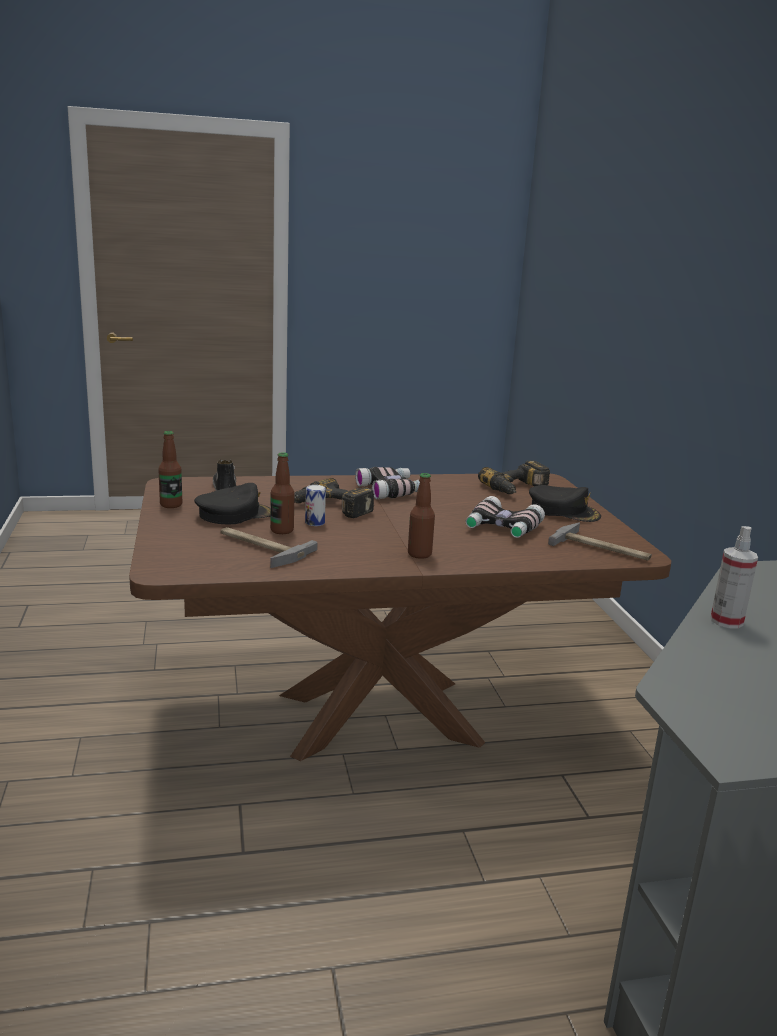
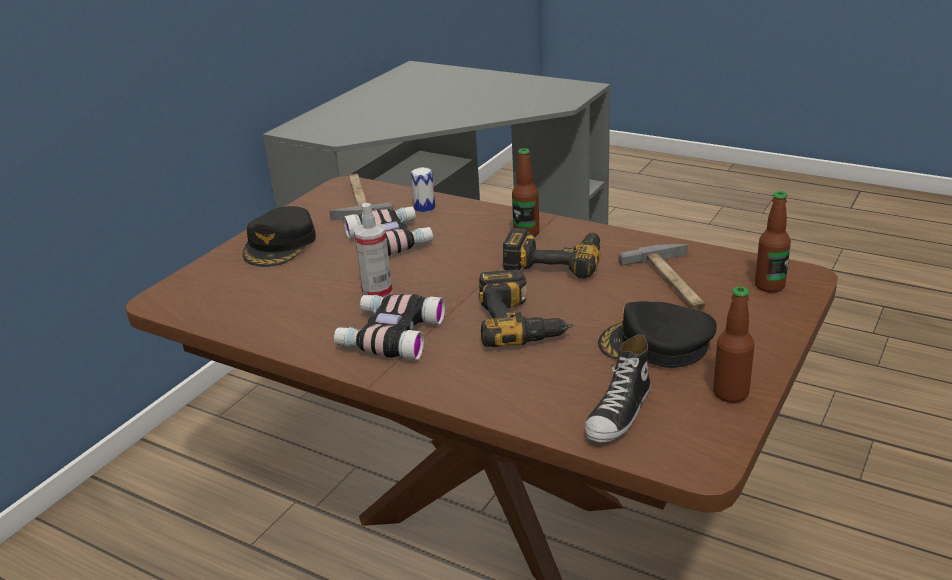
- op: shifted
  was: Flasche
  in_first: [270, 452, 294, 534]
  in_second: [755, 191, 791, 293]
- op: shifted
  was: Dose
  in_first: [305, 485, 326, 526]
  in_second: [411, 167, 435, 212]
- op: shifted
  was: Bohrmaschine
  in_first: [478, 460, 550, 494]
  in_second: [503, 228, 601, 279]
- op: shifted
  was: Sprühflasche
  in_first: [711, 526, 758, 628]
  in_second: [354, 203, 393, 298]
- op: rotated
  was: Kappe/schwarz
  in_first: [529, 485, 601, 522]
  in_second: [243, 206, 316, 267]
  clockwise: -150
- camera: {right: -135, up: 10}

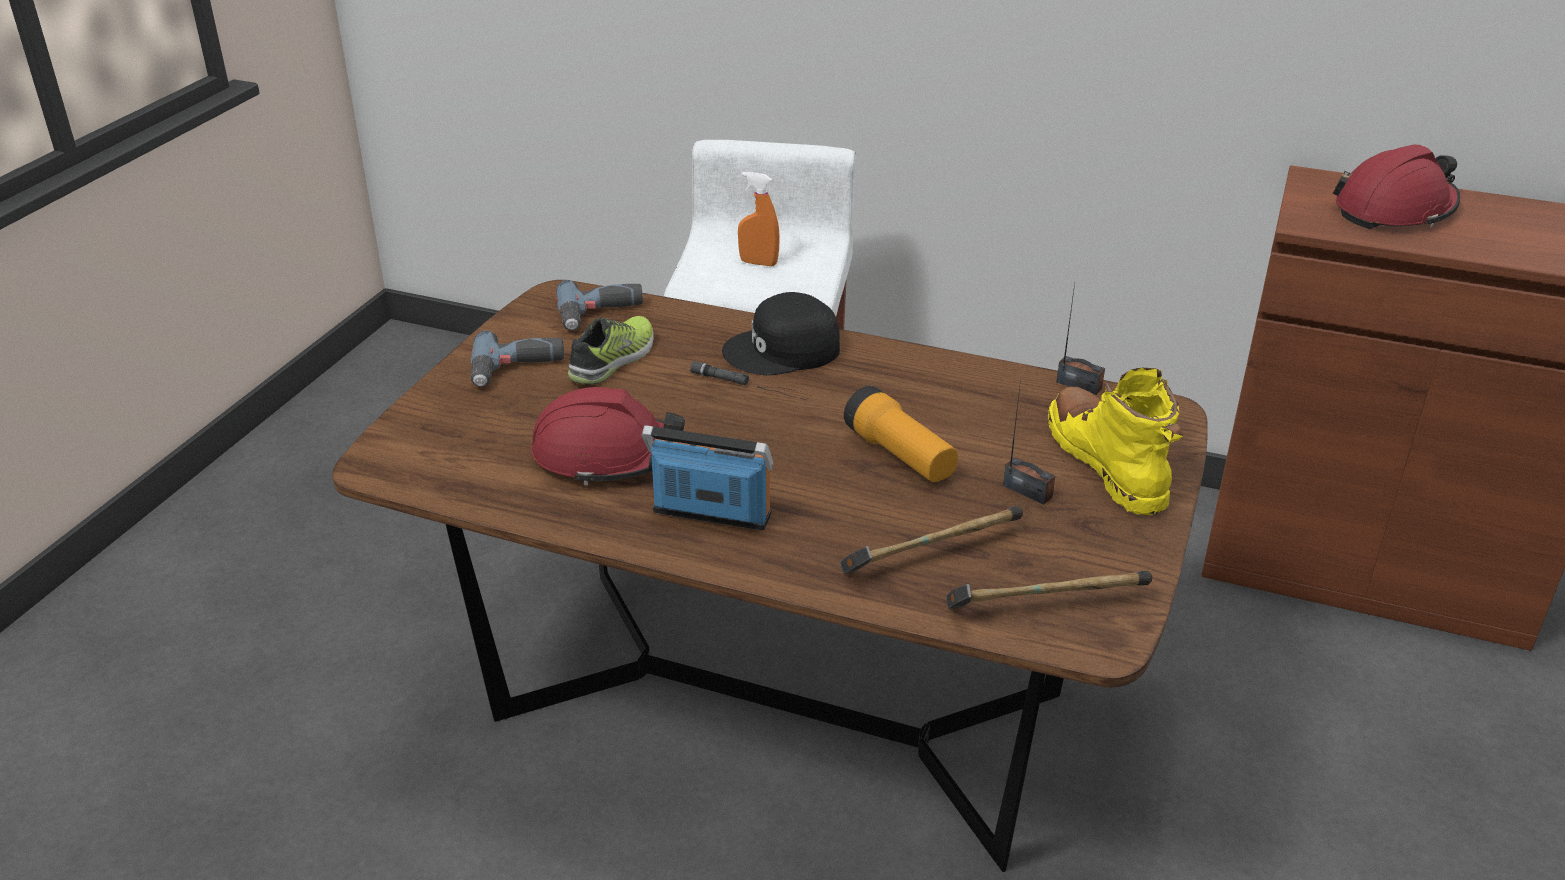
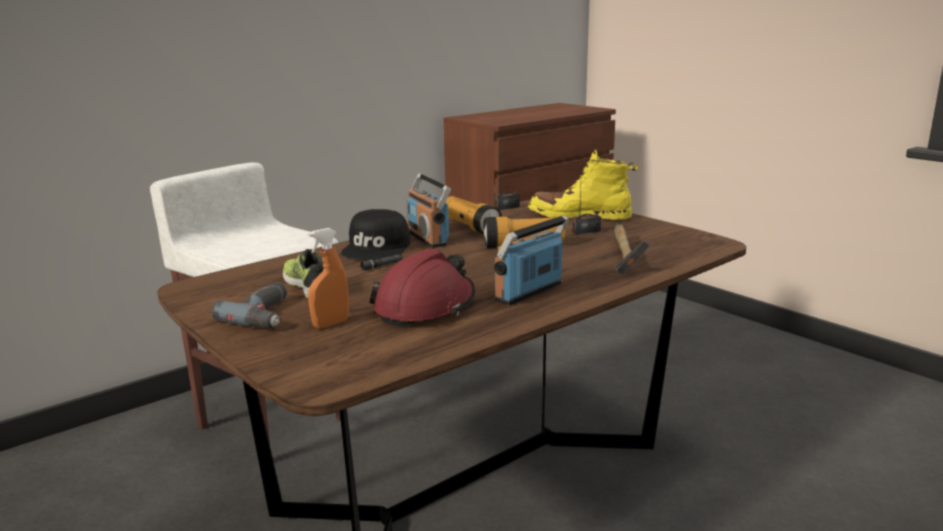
- op: gone
  was: Bohrmaschine
  in_first: [556, 280, 643, 331]
- op: gone
  was: Hammer
  in_first: [946, 570, 1152, 609]
- op: gone
  was: Schutzhelm/rot
  in_first: [1333, 145, 1460, 229]
- op: new
  now: Radio
  in_second: [406, 173, 451, 248]
- op: new
  now: Taschenlampe
  in_second: [445, 196, 502, 234]
- op: shifted
  was: Sprühflasche/orange
  in_first: [738, 172, 780, 266]
  in_second: [307, 228, 349, 329]
- camera: {right: -60, up: -15}

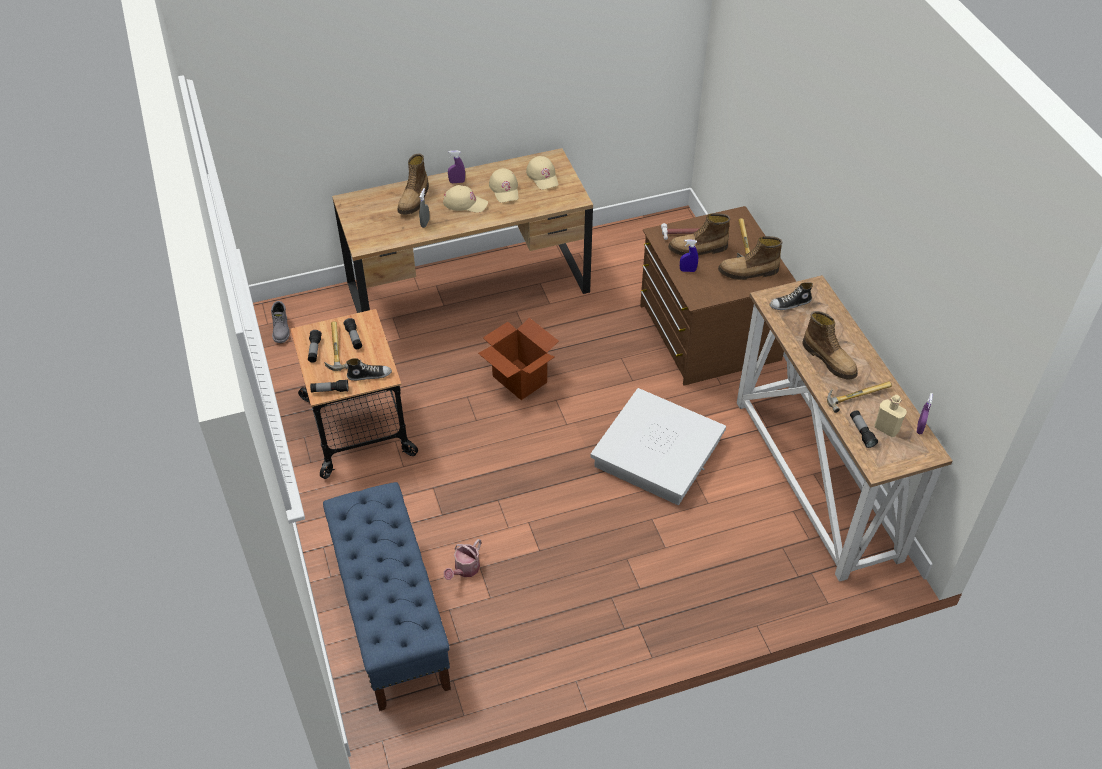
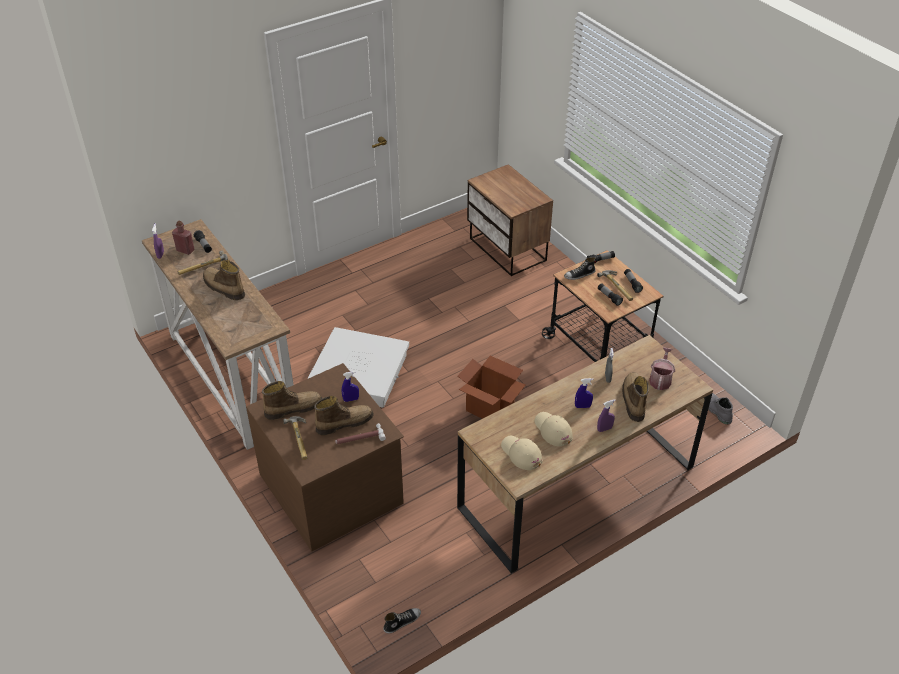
- op: shifted
  was: Gießkanne
  in_first: [444, 539, 481, 580]
  in_second: [649, 347, 675, 390]
- op: shifted
  was: Schuh
  in_first: [770, 282, 813, 310]
  in_second: [383, 608, 421, 633]
- op: swapped
  was: Bank/blau
  now: Nachttisch
  in_first: [323, 482, 451, 711]
  in_second: [467, 164, 553, 276]
- op: swapped
  was: Kappe/beige
  now: Sprühflasche/blau
  in_first: [443, 185, 488, 213]
  in_second: [575, 378, 593, 408]
- op: repainted
  was: Flasche/beige
  now: Flasche/rot
  in_first: [874, 395, 907, 437]
  in_second: [172, 221, 194, 255]
- camera: {right: 165, up: -5}

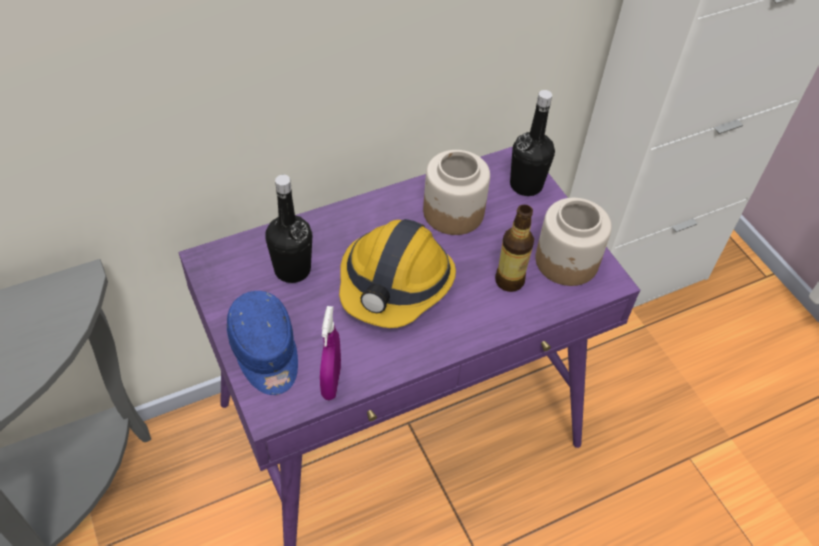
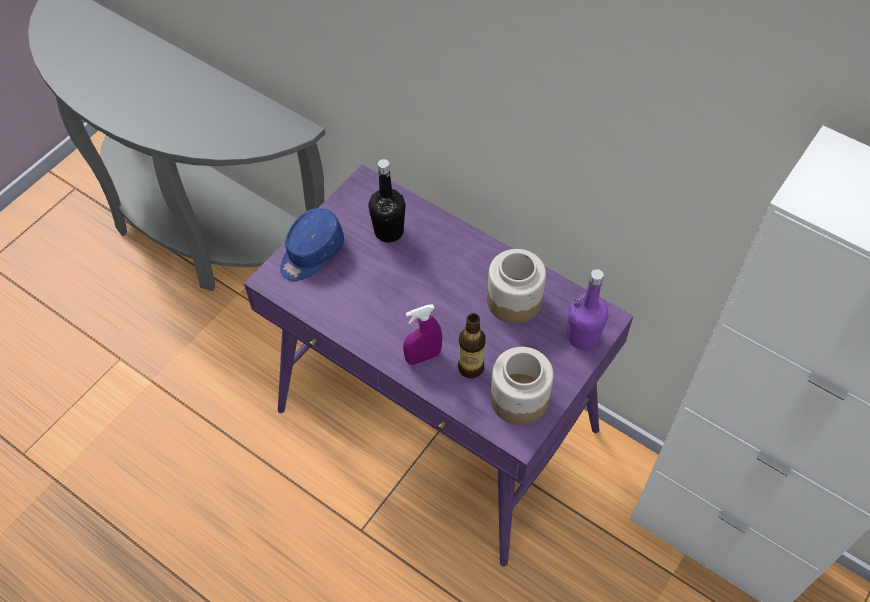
- op: gone
  was: Schutzhelm
  in_first: [339, 219, 456, 328]
- op: shifted
  was: Sprühflasche/lila
  in_first: [320, 306, 341, 400]
  in_second: [403, 304, 442, 365]
- op: repainted
  was: Flasche/schwarz
  now: Flasche/lila
  in_first: [510, 90, 555, 196]
  in_second: [567, 269, 608, 350]
- camera: {right: 65, up: 5}

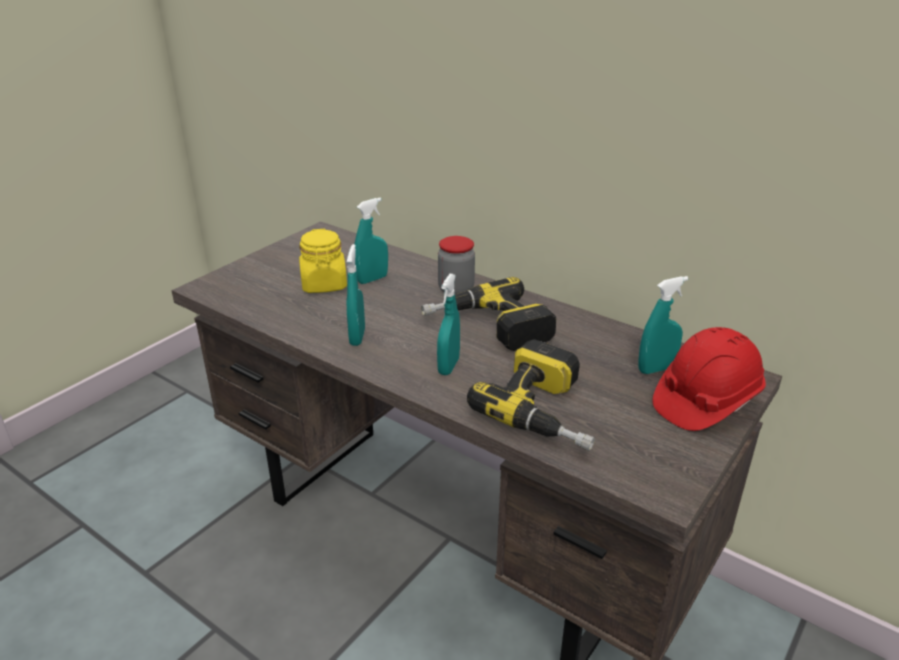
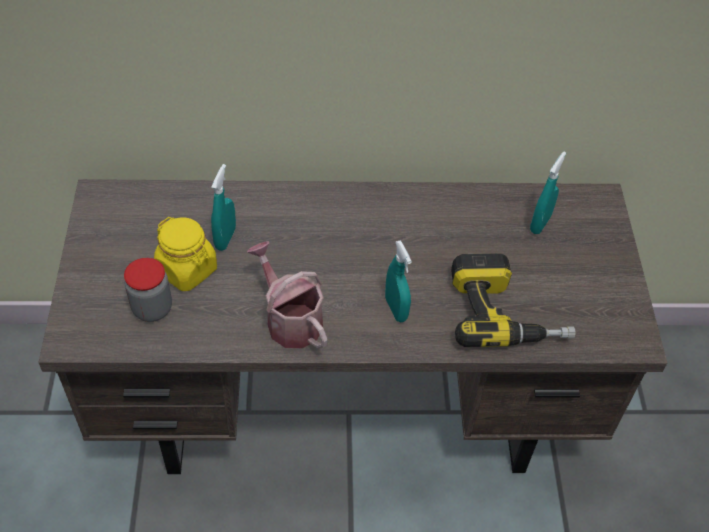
- op: gone
  was: Bohrmaschine
  in_first: [421, 277, 556, 351]
- op: gone
  was: Schutzhelm/rot
  in_first: [652, 327, 766, 431]
- op: shifted
  was: Vorratsglas
  in_first: [438, 236, 475, 294]
  in_second: [124, 258, 172, 322]
- op: swapped
  was: Sprühflasche/türkis
  now: Gießkanne
  in_first: [346, 244, 365, 346]
  in_second: [247, 241, 327, 349]
- camera: {right: -40, up: 20}

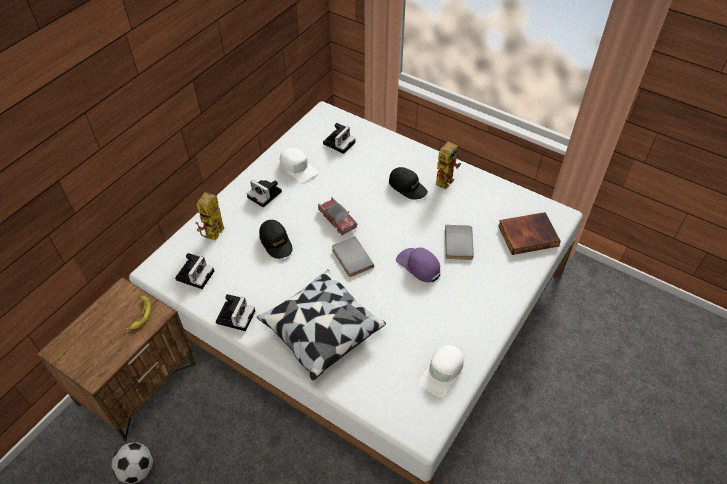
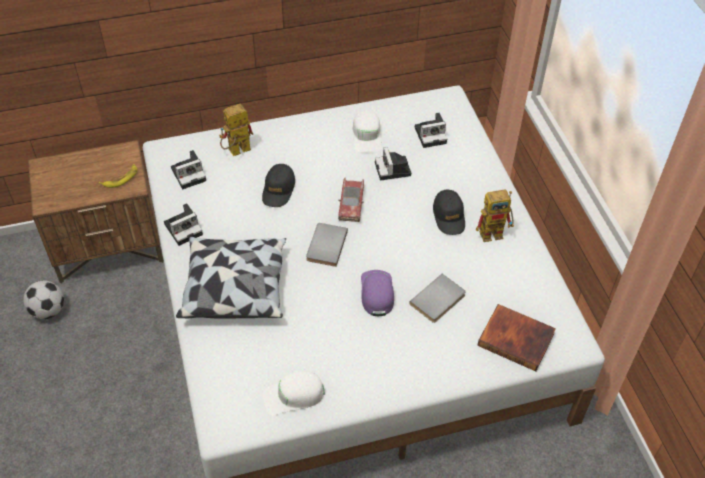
- op: shifted
  was: Kamera
  in_first: [247, 180, 282, 207]
  in_second: [375, 147, 411, 181]
- camera: {right: 40, up: 0}

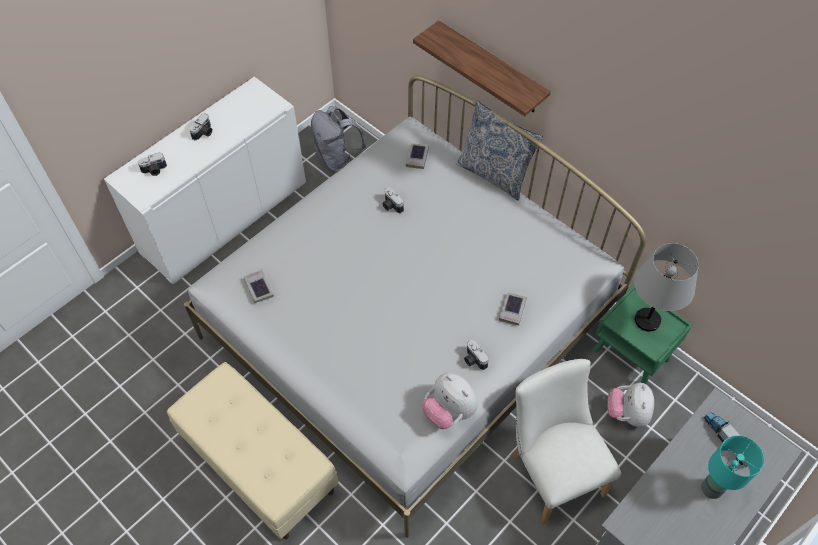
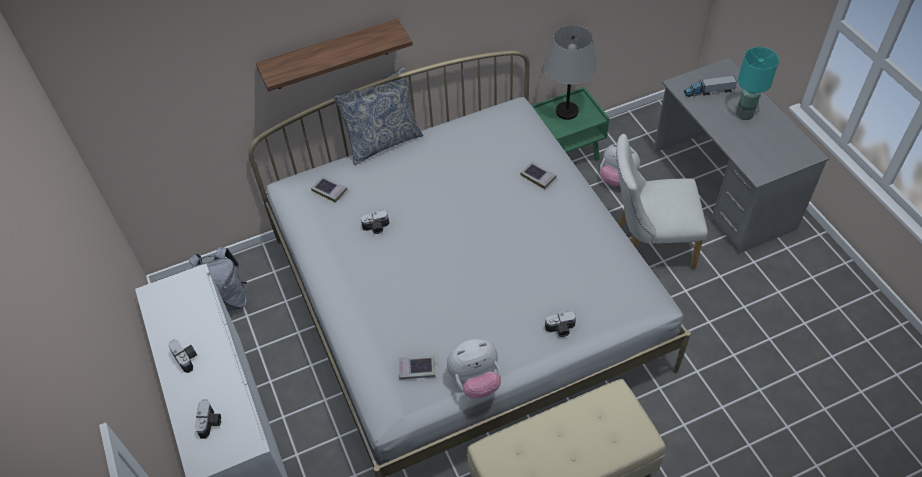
- op: shifted
  was: Plüschtier
  in_first: [422, 373, 478, 429]
  in_second: [447, 339, 501, 399]
- op: shifted
  was: Kamera
  in_first: [464, 340, 489, 370]
  in_second: [545, 311, 576, 337]
- camera: {right: -65, up: -5}

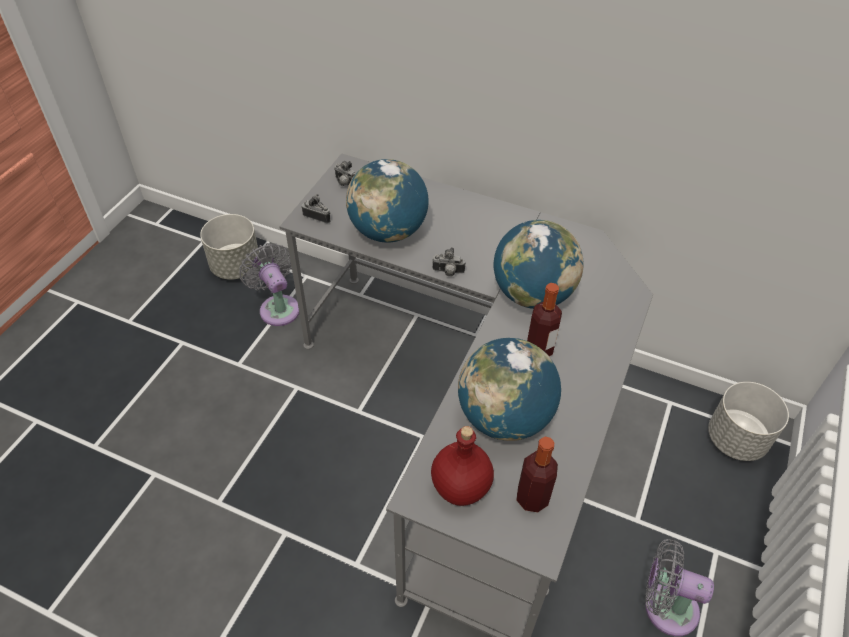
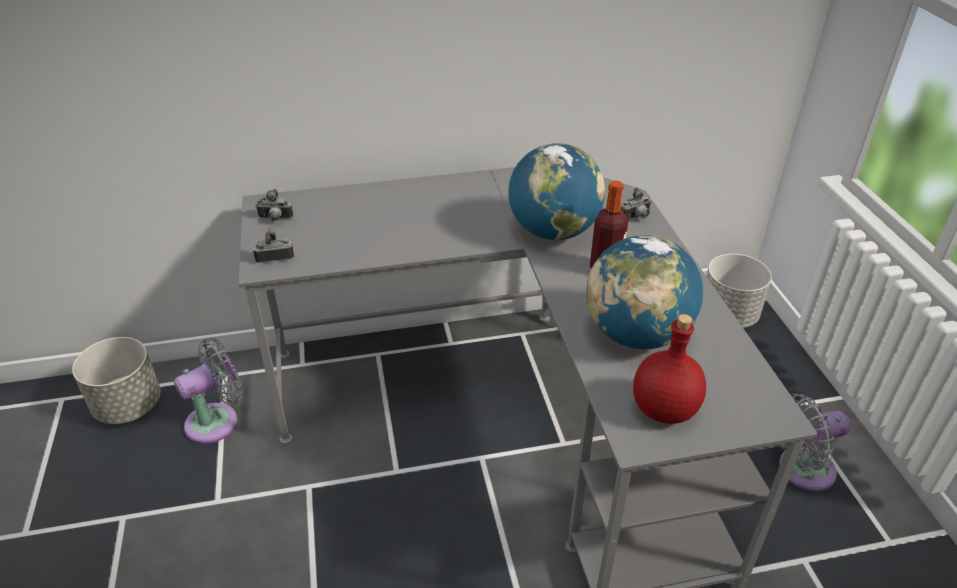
- op: gone
  was: Globus
  in_first: [346, 159, 429, 243]
- op: gone
  was: Flasche
  in_first: [516, 436, 558, 512]
- op: shifted
  was: Kamera
  in_first: [432, 247, 465, 277]
  in_second: [620, 187, 651, 220]
- op: rotated
  was: Ventilator/grau
  in_first: [239, 243, 299, 326]
  in_second: [174, 338, 243, 444]
  clockwise: 120
- camera: {right: -35, up: -10}

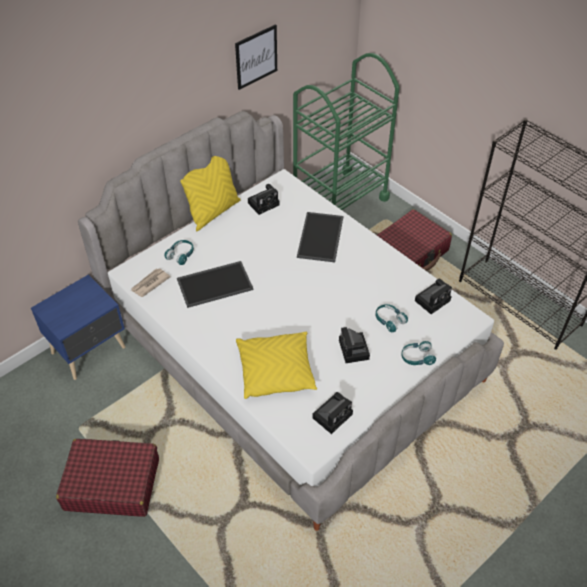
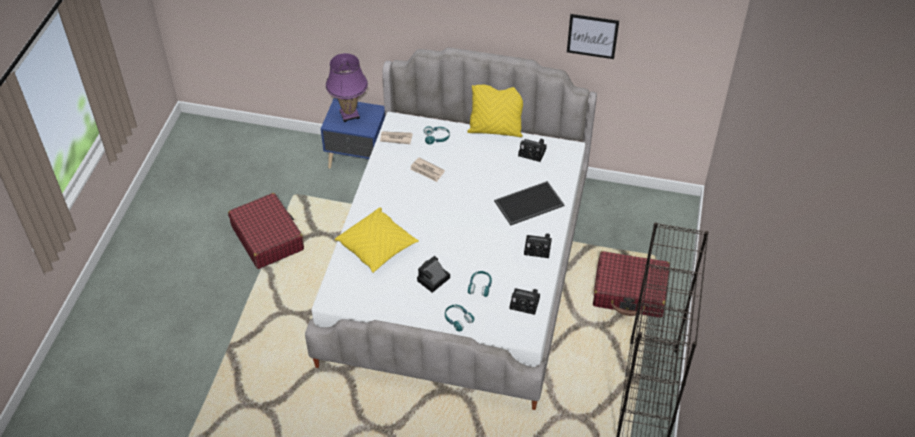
- op: gone
  was: Rollwagen/grün
  in_first: [293, 53, 400, 210]
- op: new
  now: Tischlampe/lila
  in_second: [326, 53, 368, 122]
- op: shifted
  was: Kamera
  in_first: [312, 392, 353, 434]
  in_second: [524, 233, 552, 258]
- op: swapped
  was: Tablett
  now: Zeitung
  in_first: [177, 261, 253, 308]
  in_second: [410, 157, 445, 182]
- camera: {right: 55, up: 0}

